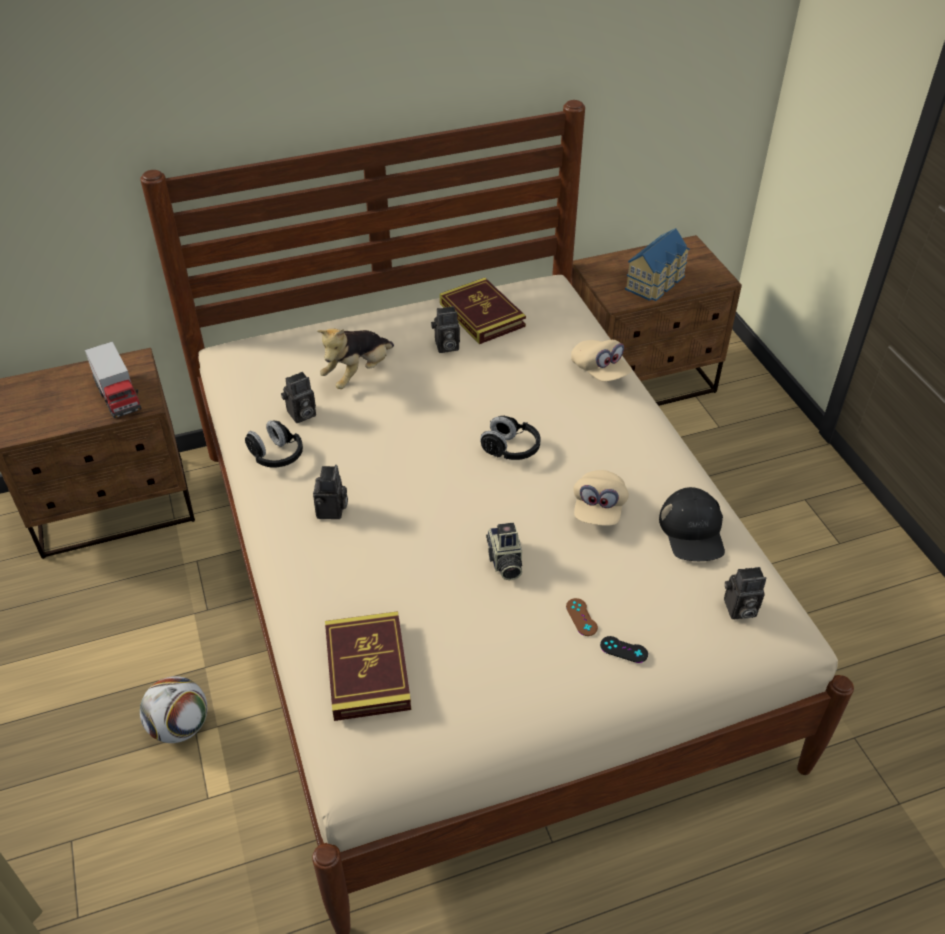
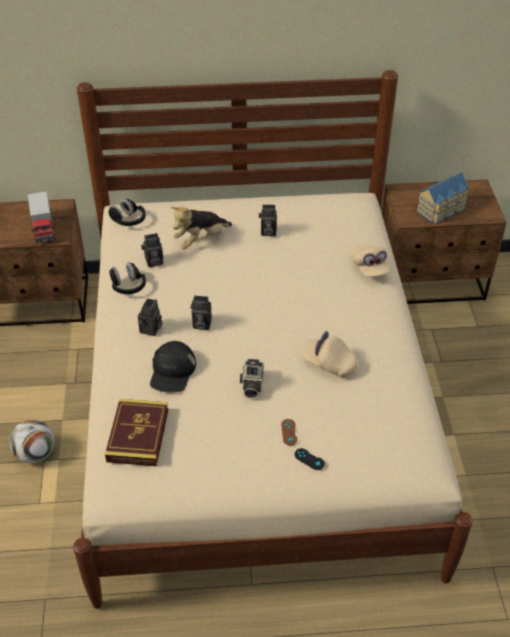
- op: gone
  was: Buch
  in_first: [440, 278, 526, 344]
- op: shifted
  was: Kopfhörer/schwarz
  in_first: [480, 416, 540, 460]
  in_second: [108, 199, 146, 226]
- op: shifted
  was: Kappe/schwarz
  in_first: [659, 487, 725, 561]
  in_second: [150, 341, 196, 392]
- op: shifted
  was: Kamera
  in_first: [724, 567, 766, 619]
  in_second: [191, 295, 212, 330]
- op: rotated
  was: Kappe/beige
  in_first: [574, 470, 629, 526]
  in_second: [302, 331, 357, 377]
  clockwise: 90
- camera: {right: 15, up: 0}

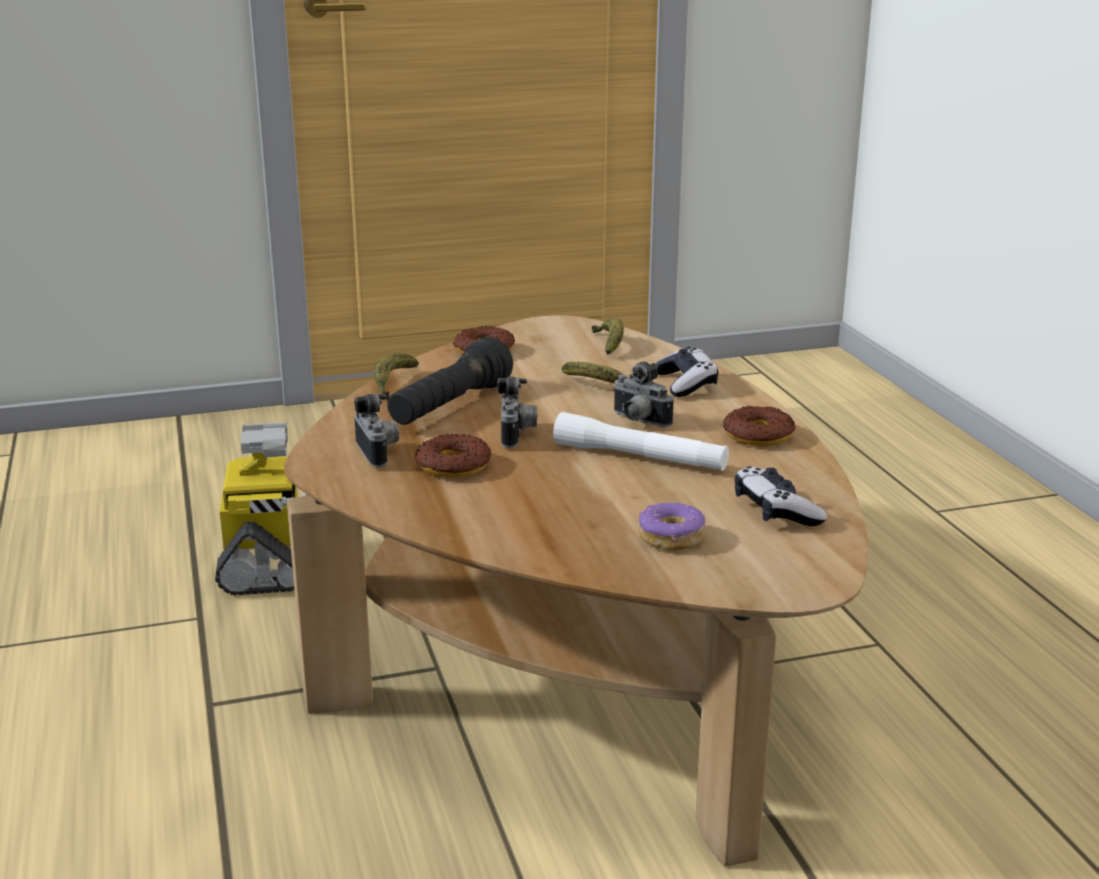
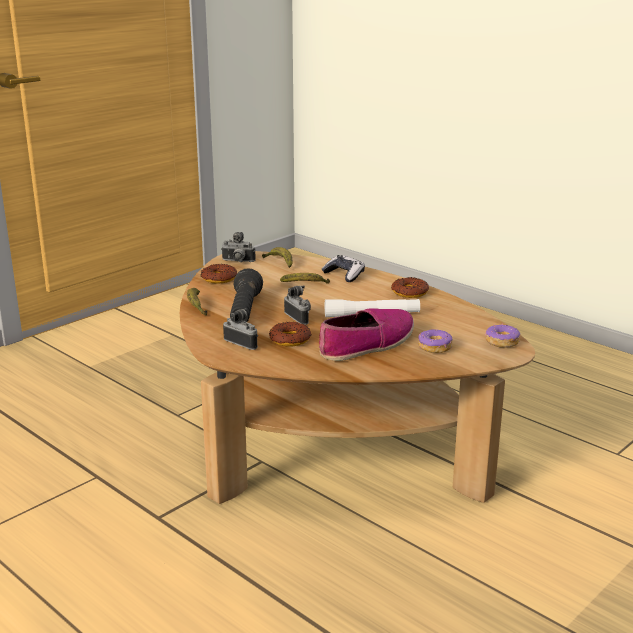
- op: gone
  was: Spielzeugroboter
  in_first: [215, 422, 307, 595]
- op: gone
  was: Gamepad
  in_first: [735, 466, 827, 526]
- op: new
  now: Schuh
  in_second: [319, 308, 414, 361]
- op: new
  now: Donut
  in_second: [485, 323, 520, 348]
- op: shifted
  was: Kamera
  in_first: [612, 361, 674, 427]
  in_second: [221, 232, 256, 262]
- camera: {right: -30, up: 0}

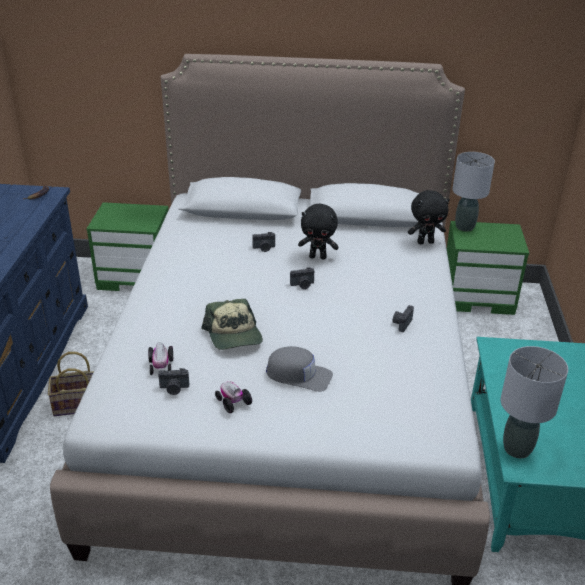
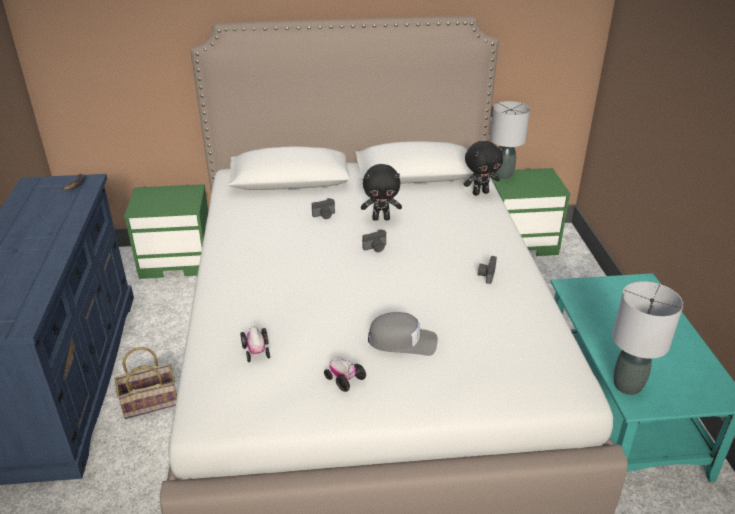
- op: gone
  was: Kamera
  in_first: [158, 368, 189, 395]
- op: gone
  was: Kappe
  in_first: [201, 299, 263, 350]
- camera: {right: -10, up: 0}

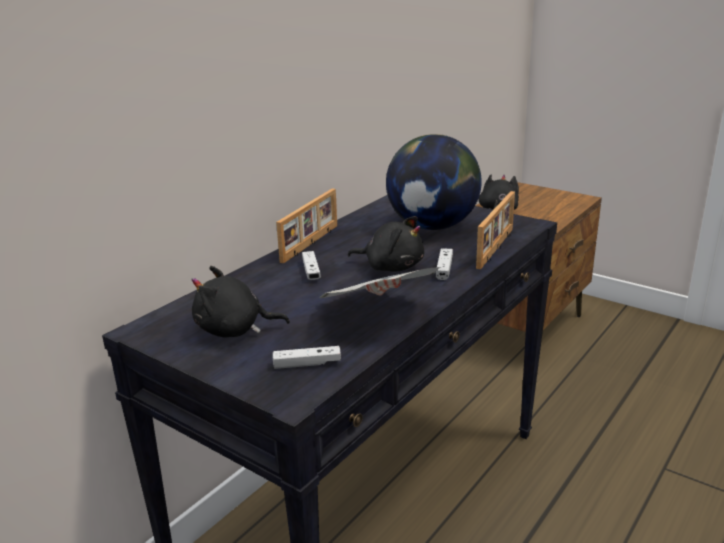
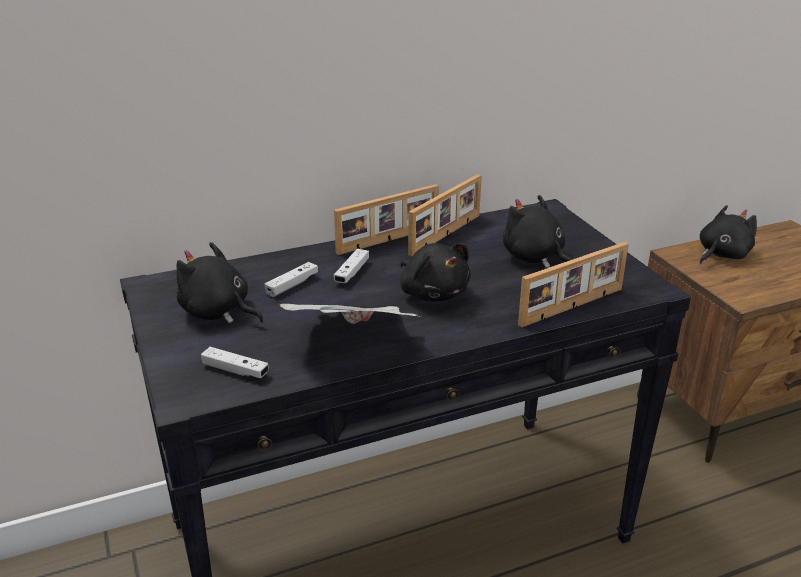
- op: new
  now: Bilderrahmen
  in_second: [408, 174, 482, 256]
- op: shifted
  was: Gamepad/weiß
  in_first: [436, 248, 453, 280]
  in_second: [265, 262, 318, 297]
- op: swapped
  was: Globus
  now: Plüschtier/schwarz
  in_first: [386, 134, 482, 230]
  in_second: [503, 195, 573, 268]
- camera: {right: 30, up: 5}

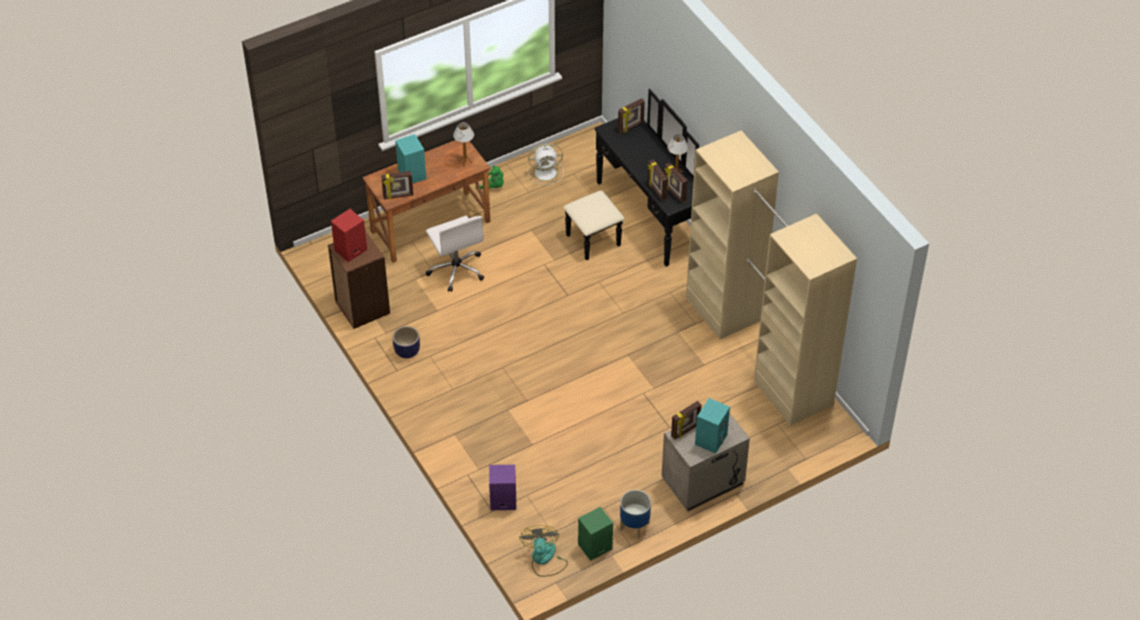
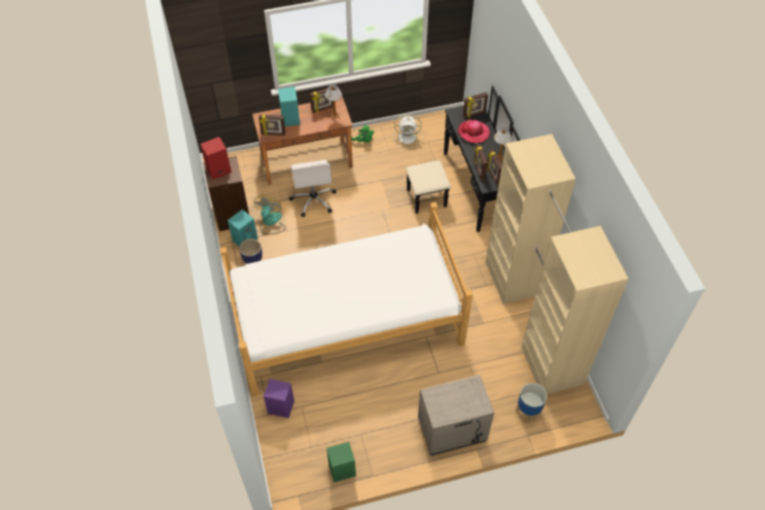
- op: new
  now: Bett
  in_second: [220, 202, 473, 396]
- op: new
  now: Hut
  in_second: [458, 119, 490, 143]
- op: shifted
  was: Ventilator
  in_first: [519, 525, 568, 577]
  in_second: [253, 196, 286, 234]
- op: shifted
  was: Pflanzkübel
  in_first: [620, 490, 651, 539]
  in_second: [516, 383, 547, 422]
- op: shifted
  was: Bilderrahmen
  in_first: [671, 401, 701, 440]
  in_second: [310, 88, 333, 113]
- op: shifted
  was: Lautsprecher/türkis
  in_first: [695, 398, 730, 454]
  in_second: [227, 209, 258, 247]
- camera: {right: 15, up: 5}

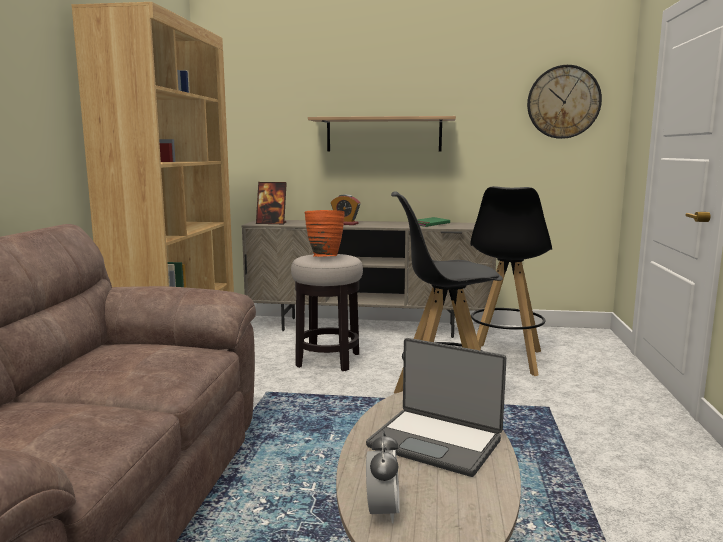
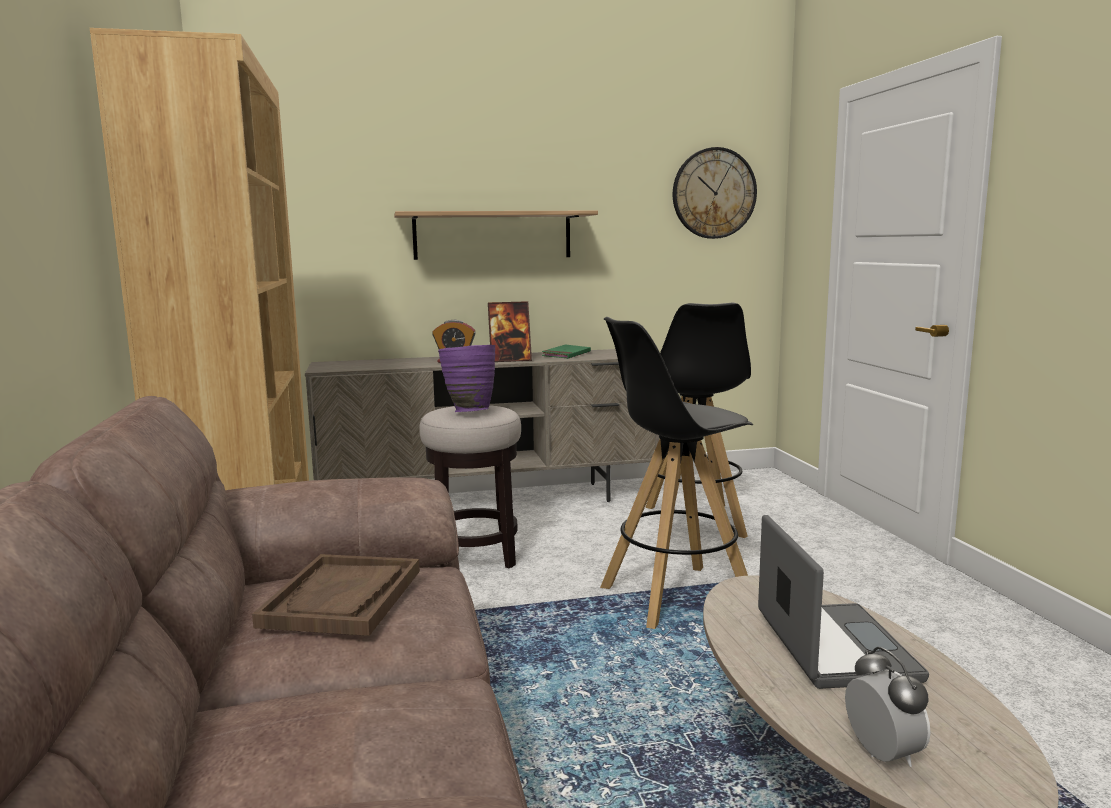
- op: new
  now: Tablett/braun
  in_second: [252, 554, 420, 636]
- op: shifted
  was: Bilderrahmen
  in_first: [256, 182, 287, 224]
  in_second: [488, 301, 532, 362]
- op: repainted
  was: Vase/orange
  now: Vase/lila
  in_first: [304, 210, 345, 257]
  in_second: [438, 345, 495, 412]
- op: rotated
  was: Laptop
  in_first: [366, 338, 506, 477]
  in_second: [758, 515, 929, 689]
  clockwise: -105
- camera: {right: -20, up: 0}

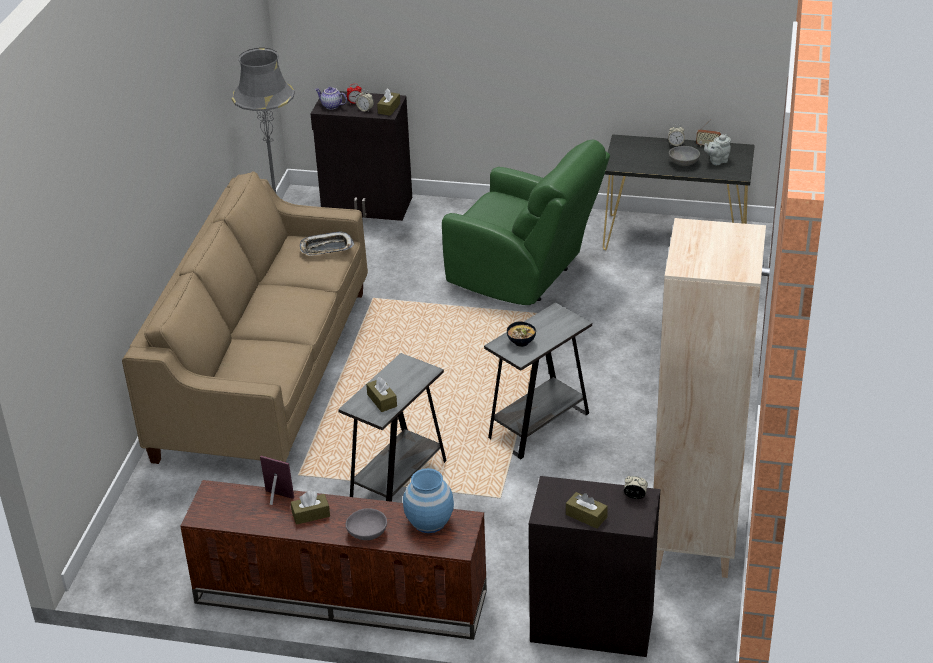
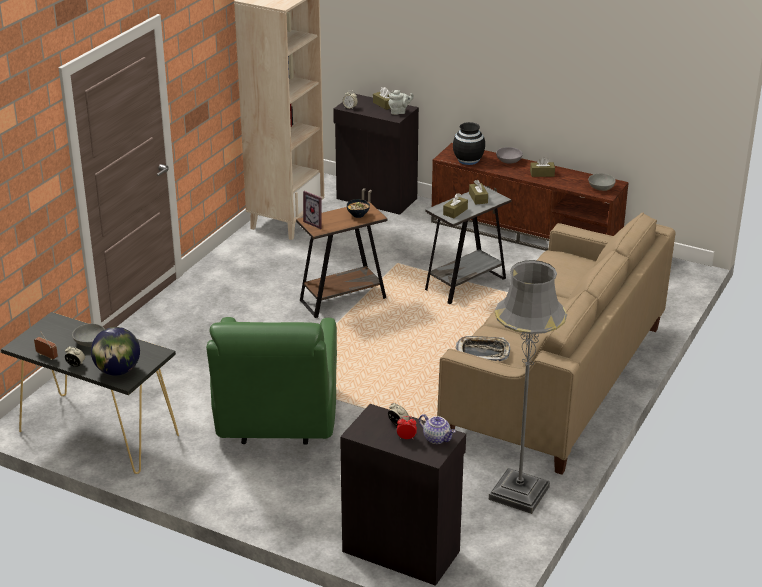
- op: new
  now: Globus
  in_second: [91, 327, 140, 376]
- op: new
  now: Schüssel/grau
  in_second: [588, 173, 616, 191]
- op: shifted
  was: Bilderrahmen
  in_first: [260, 456, 294, 505]
  in_second: [303, 191, 322, 229]
- op: shifted
  was: Taschentuchbox/braun
  in_first: [377, 89, 400, 116]
  in_second: [443, 193, 468, 218]
- op: shifted
  was: Teekanne/grau
  in_first: [704, 134, 731, 165]
  in_second: [388, 90, 414, 115]
- op: repainted
  was: Vase/blau
  now: Vase/schwarz
  in_first: [403, 468, 454, 533]
  in_second: [453, 122, 485, 165]
- op: repainted
  was: Beistelltisch/grau
  now: Beistelltisch/braun
  in_first: [484, 302, 592, 459]
  in_second: [296, 202, 387, 318]
- op: rotated
  was: Sessel/grün
  in_first: [442, 140, 610, 305]
  in_second: [206, 317, 337, 445]
  clockwise: -135
- camera: {right: -165, up: -5}

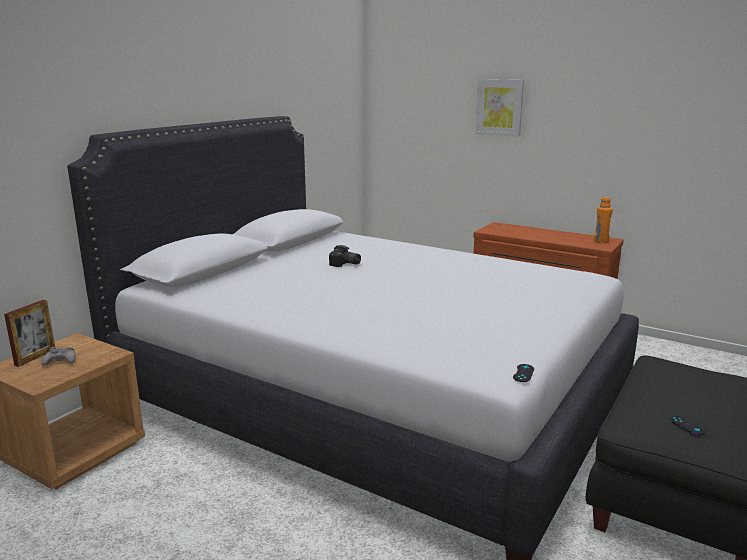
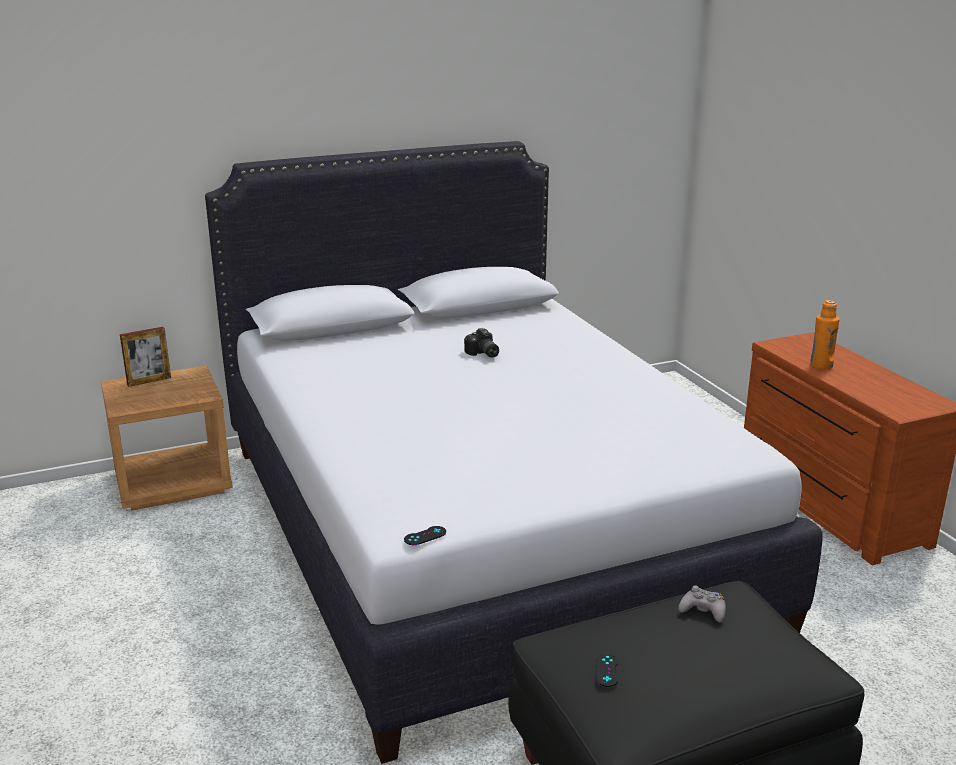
- op: gone
  was: Bild
  in_first: [475, 79, 524, 136]
- op: shifted
  was: Gamepad/grau
  in_first: [41, 347, 76, 366]
  in_second: [678, 585, 726, 622]
- op: shifted
  was: Flasche/orange
  in_first: [594, 197, 613, 243]
  in_second: [810, 300, 840, 370]
- camera: {right: 35, up: 5}

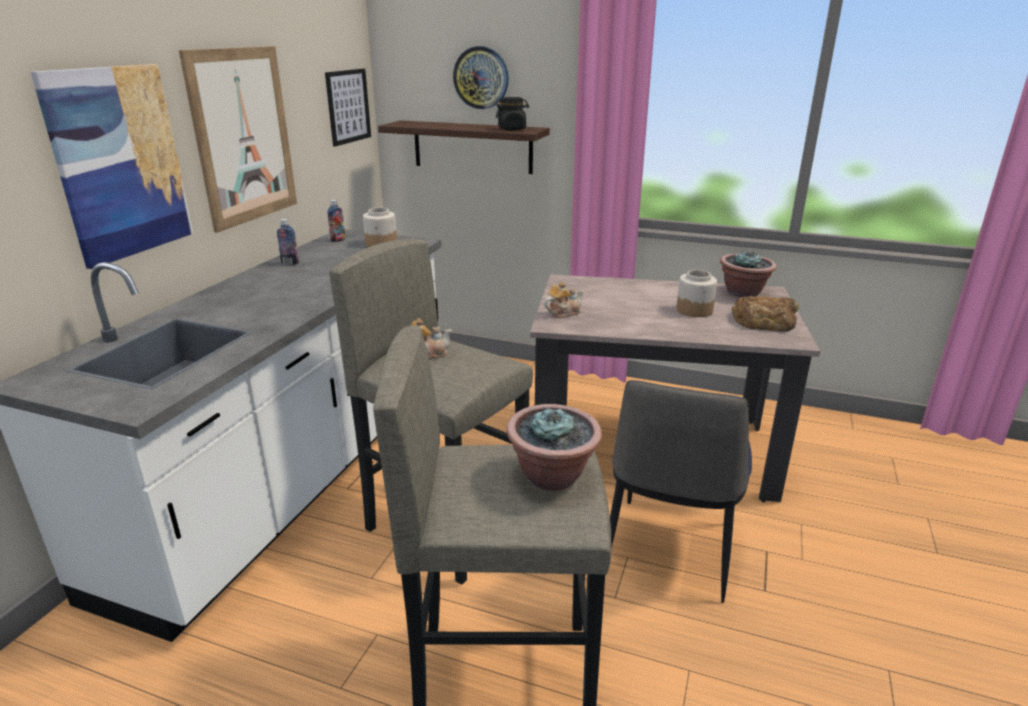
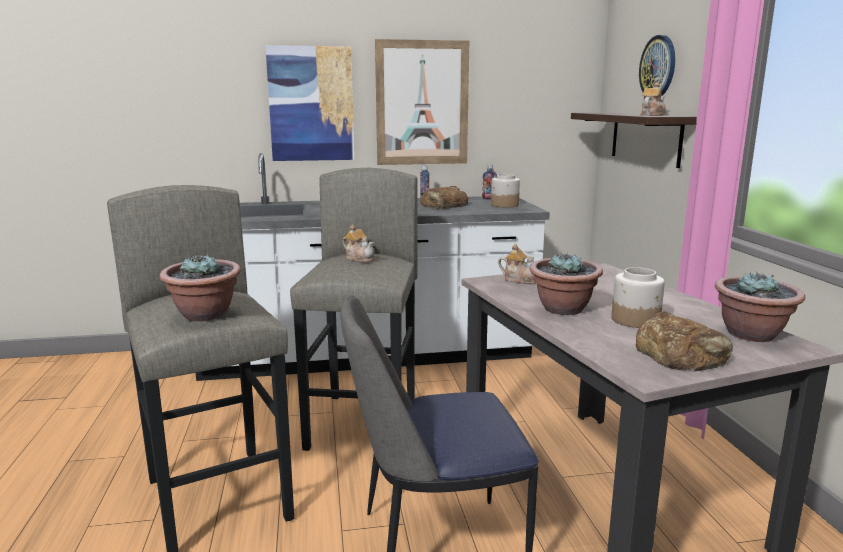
- op: gone
  was: Bild
  in_first: [325, 69, 371, 147]
- op: new
  now: Brot
  in_second: [420, 186, 468, 209]
- op: new
  now: Topfpflanze
  in_second: [530, 253, 603, 315]
- op: swapped
  was: Vorratsglas/schwarz
  now: Teekanne
  in_first: [496, 97, 529, 130]
  in_second: [640, 82, 666, 116]
- camera: {right: 60, up: -10}

